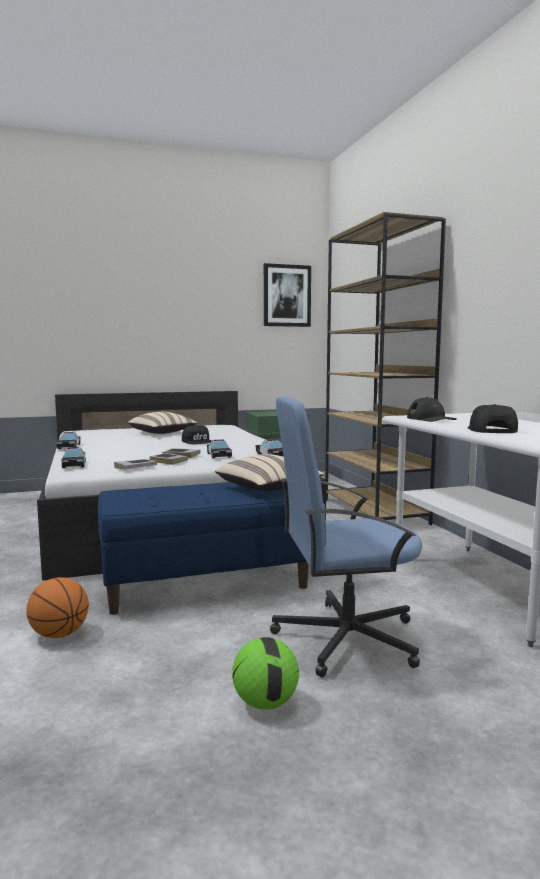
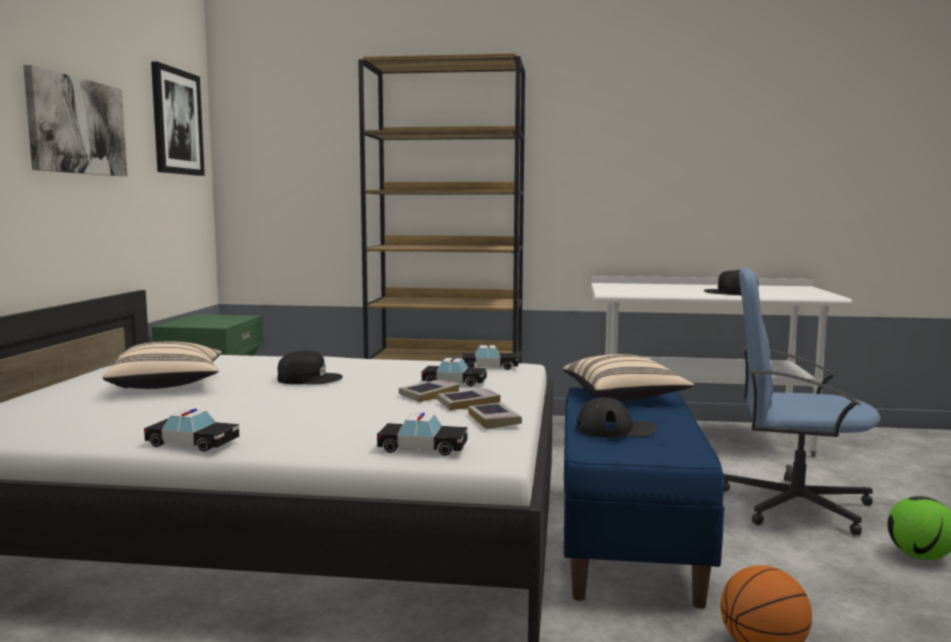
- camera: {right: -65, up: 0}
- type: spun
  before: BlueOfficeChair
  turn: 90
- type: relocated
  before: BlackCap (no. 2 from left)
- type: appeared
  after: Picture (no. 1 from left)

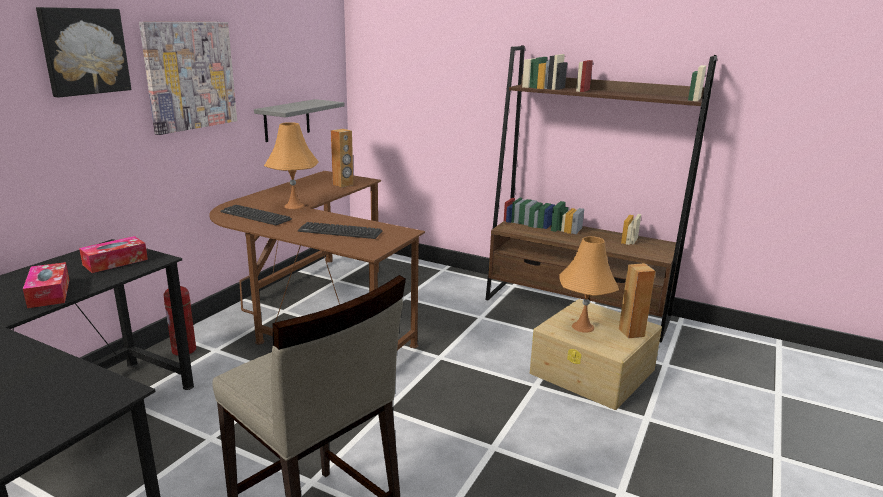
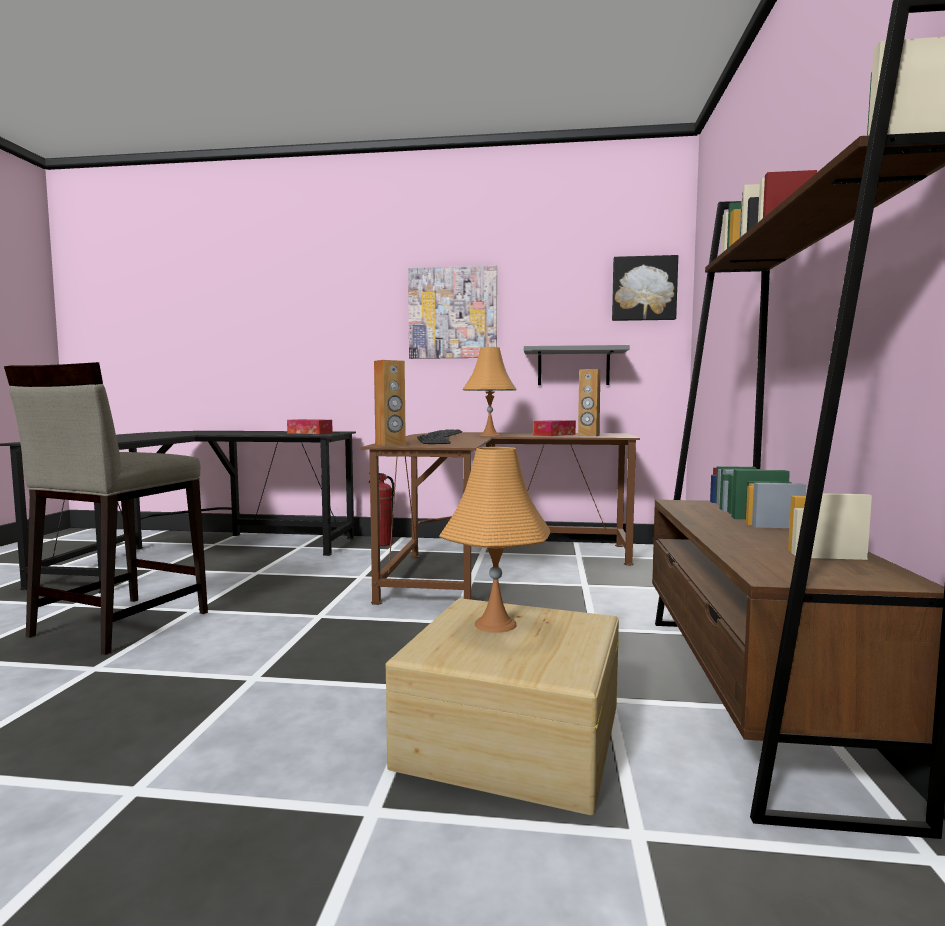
- camera: {right: 70, up: -15}
- type: relocated
  before: Picture (no. 1 from left in the first image)
  after: Picture (no. 2 from left)
- type: relocated
  before: TissueBox (no. 1 from left in the first image)
  after: TissueBox (no. 2 from left)
- type: relocated
  before: BrownSpeaker (no. 2 from left in the first image)
  after: BrownSpeaker (no. 1 from left)

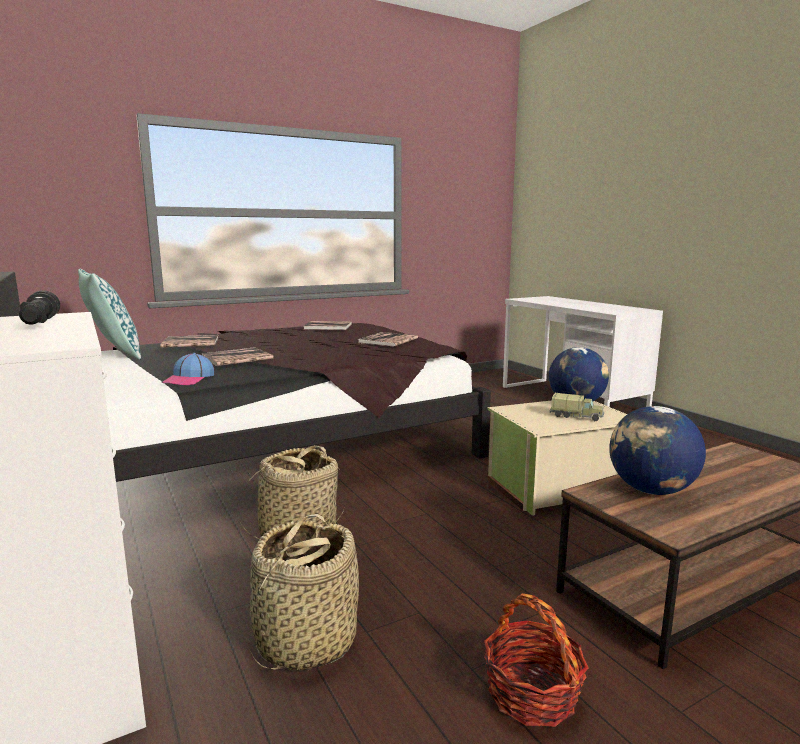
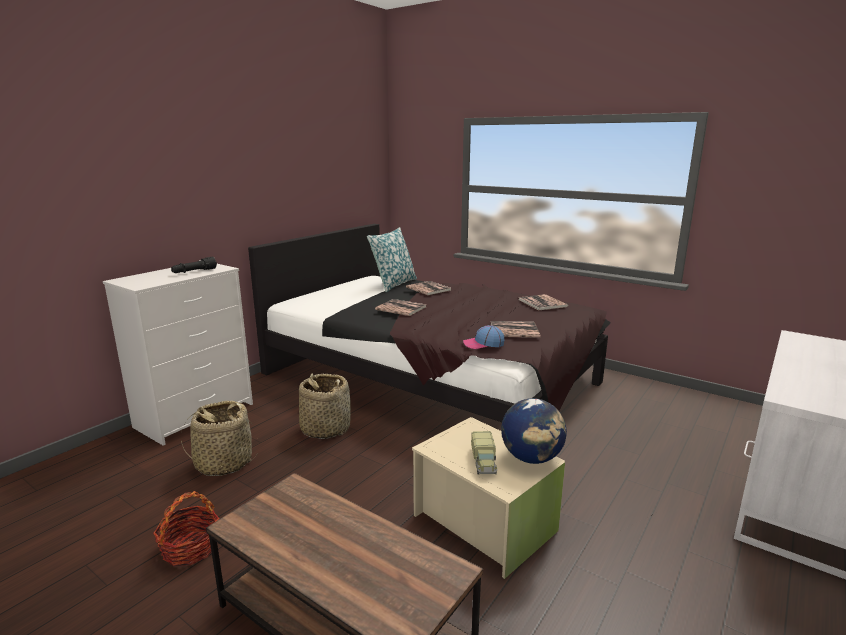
- camera: {right: 65, up: 5}
- type: relocated
  before: Cap
- type: missing
  before: Globe (no. 2 from left)

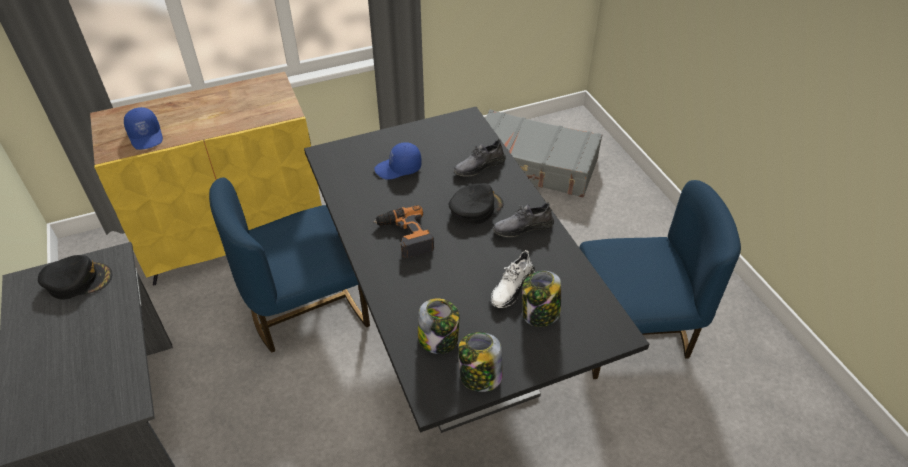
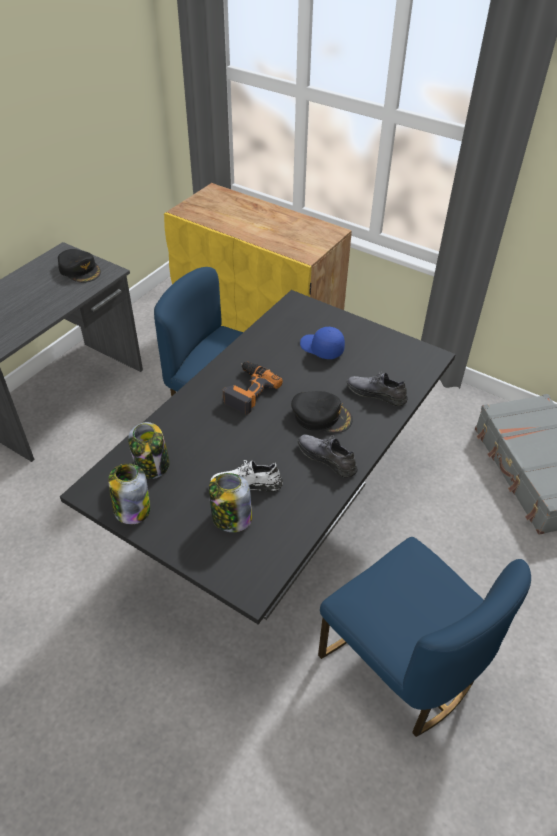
- camera: {right: 55, up: 0}
- type: missing
  before: BlueCap (no. 1 from left)

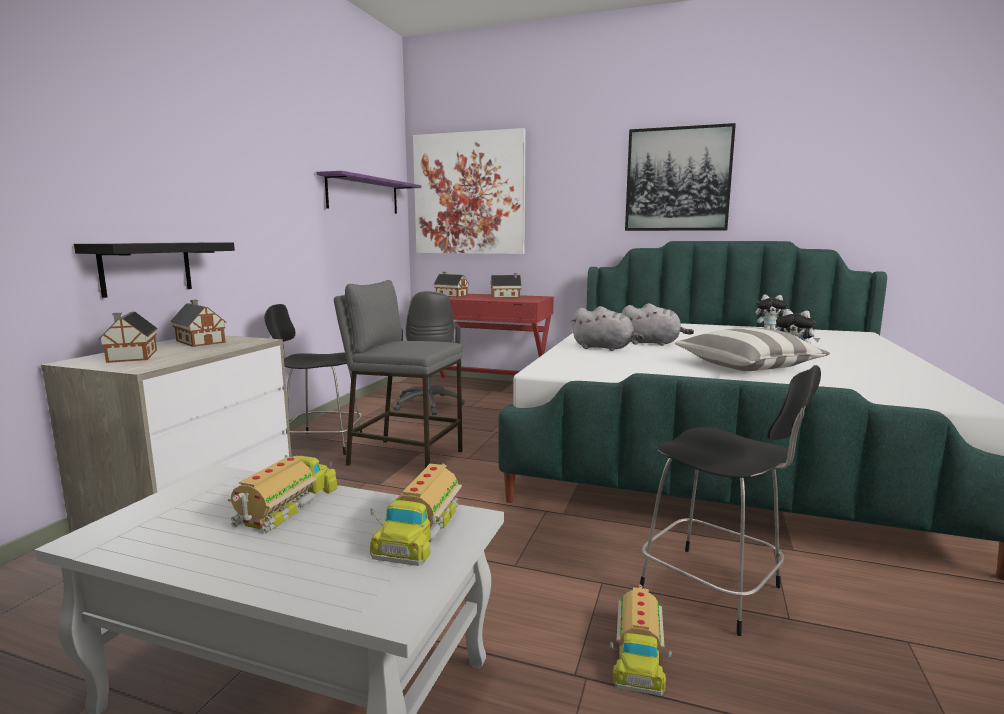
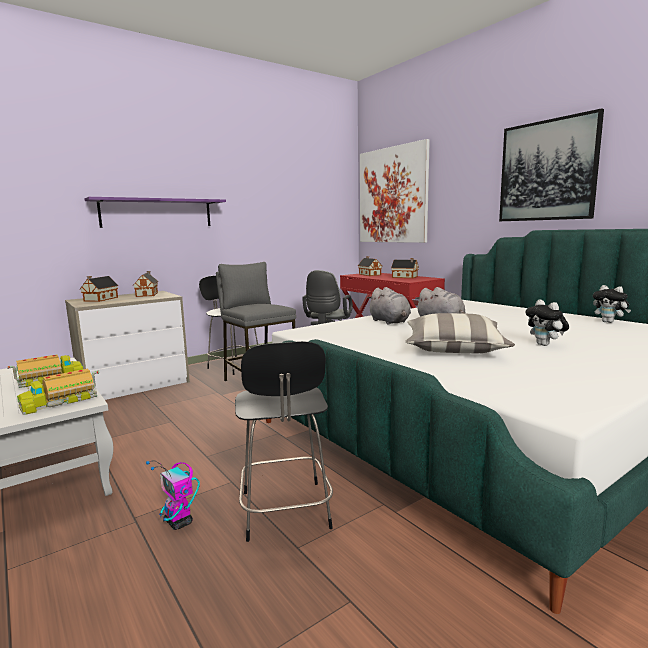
- camera: {right: 35, up: 0}
- type: relocated
  before: PurpleShelf
- type: missing
  before: BlackShelf
- type: exchanged
  before: ToyTruck (no. 3 from left)
  after: ToyRobot

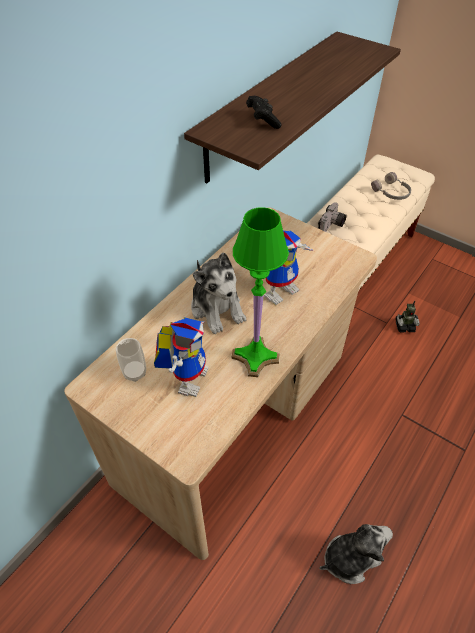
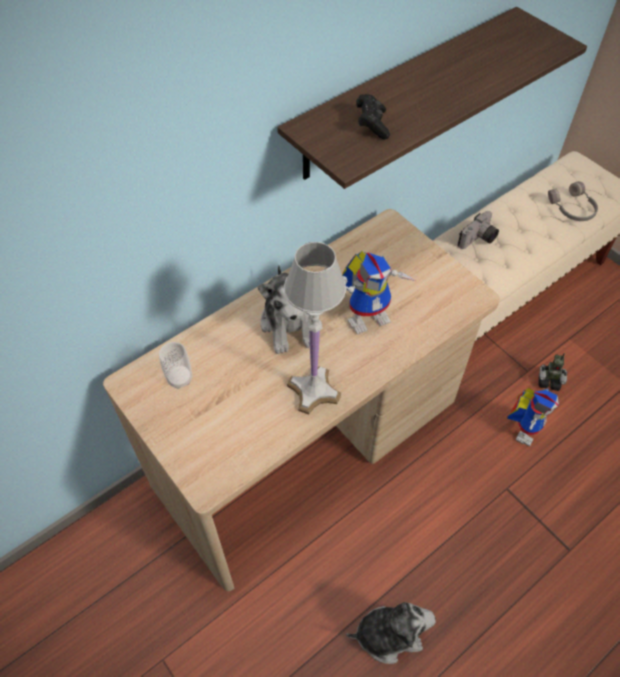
- camera: {right: 15, up: 5}
- type: colour
  before: GreenTableLamp
  after: WhiteTableLamp
- type: relocated
  before: ToyRobot (no. 1 from left in the first image)
  after: ToyRobot (no. 2 from left)

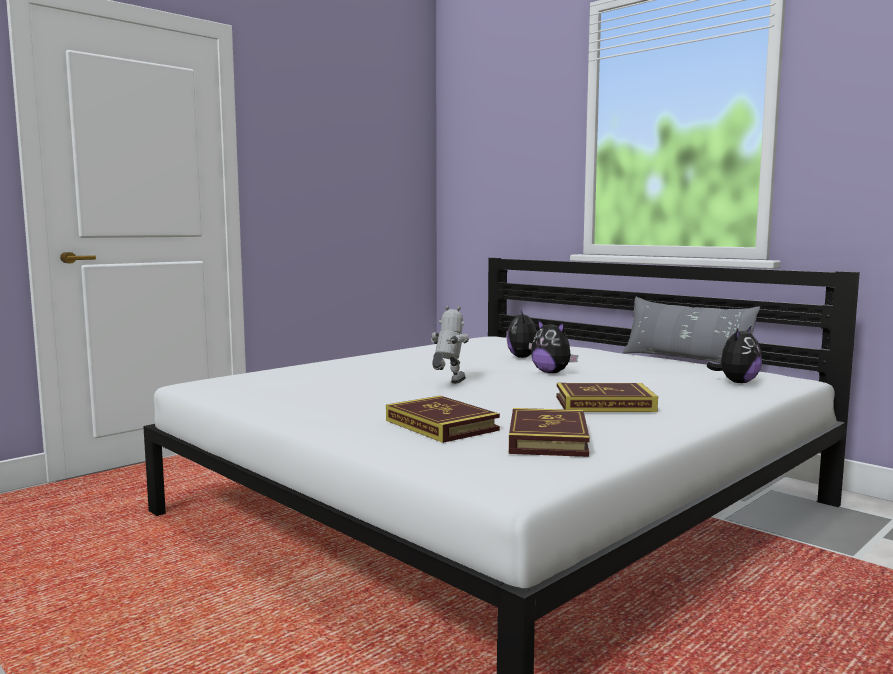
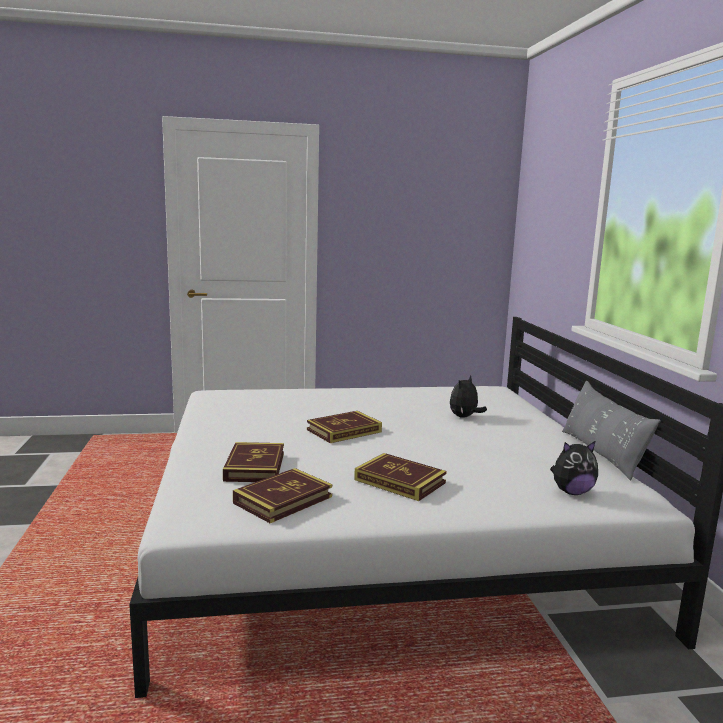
- camera: {right: 35, up: 5}
- type: exchanged
  before: ToyRobot
  after: Book (no. 3 from left)
- type: missing
  before: PlushToy (no. 2 from left)

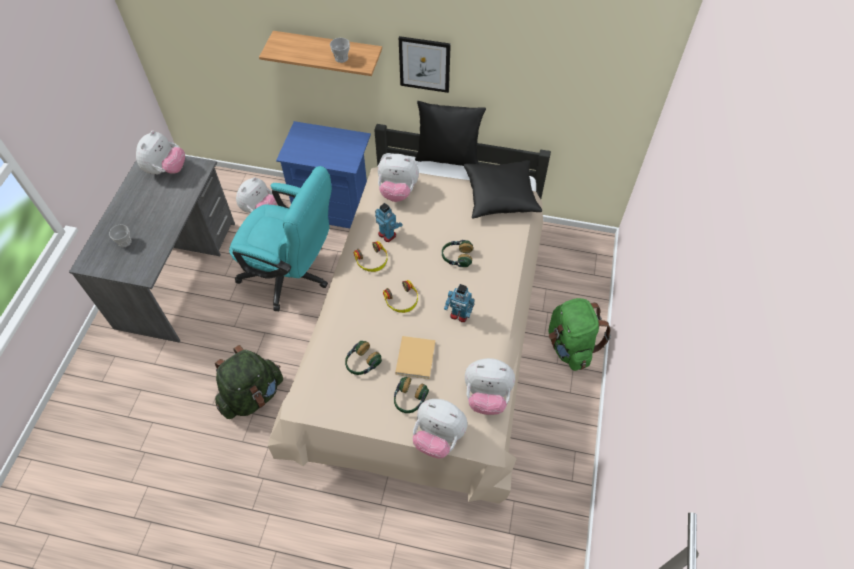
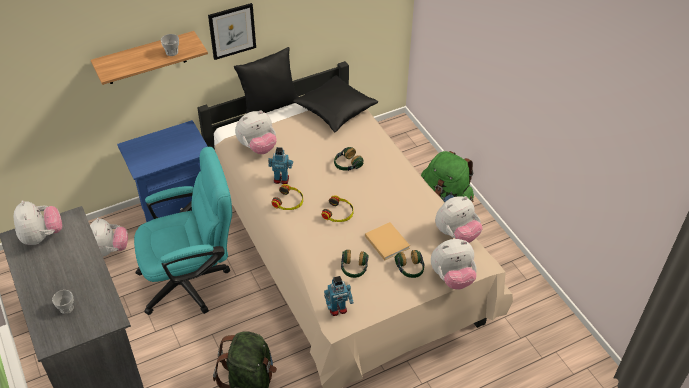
- camera: {right: -40, up: -10}
- type: relocated
  before: ToyRobot (no. 2 from left)

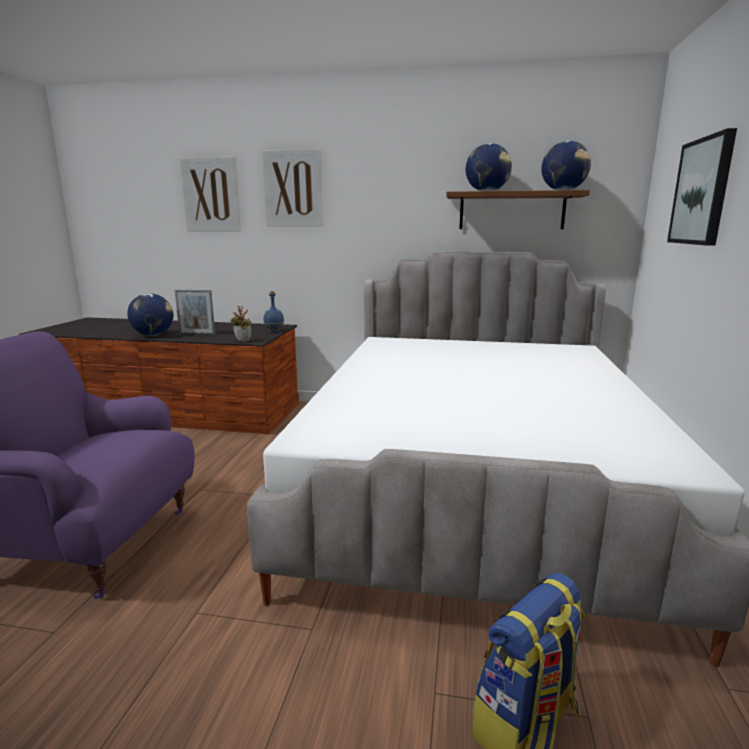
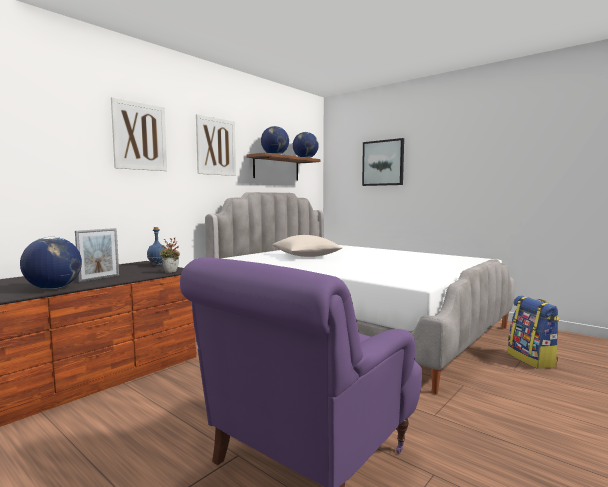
- camera: {right: -60, up: -10}
- type: relocated
  before: Picture (no. 1 from left in the first image)
  after: Picture (no. 2 from left)
- type: appeared
  after: BeigePillow

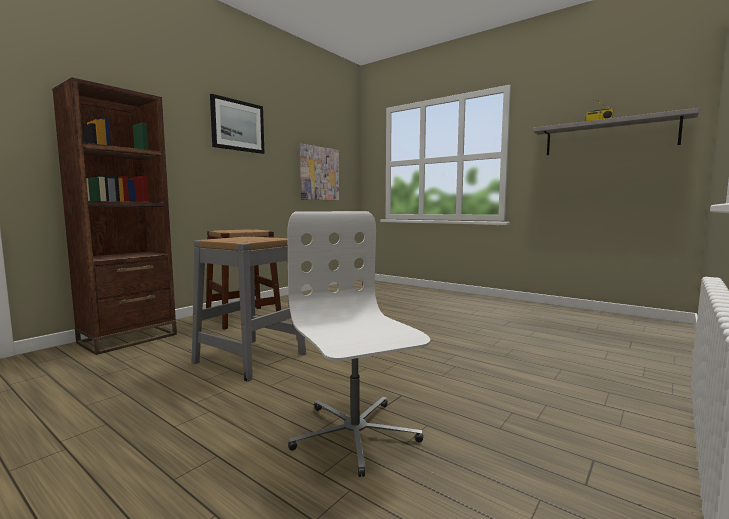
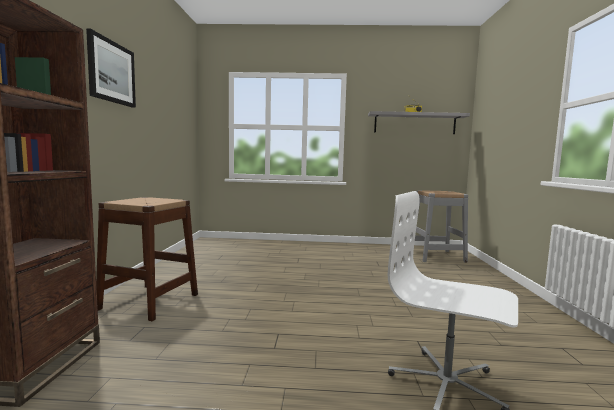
- camera: {right: -35, up: 0}
- type: missing
  before: Picture (no. 2 from left)
- type: relocated
  before: GreyStool

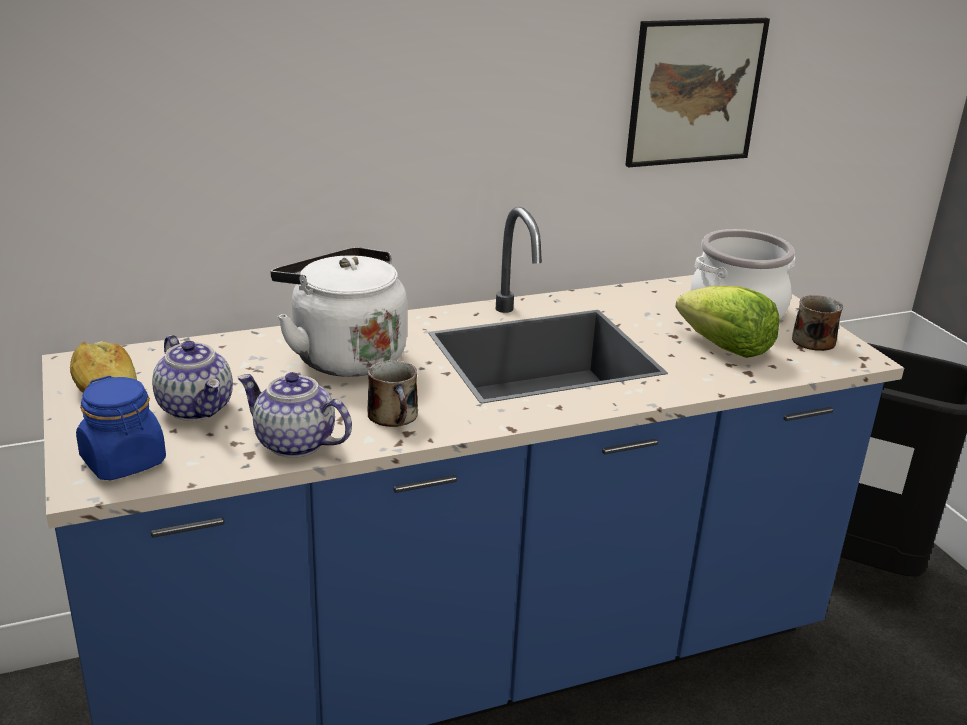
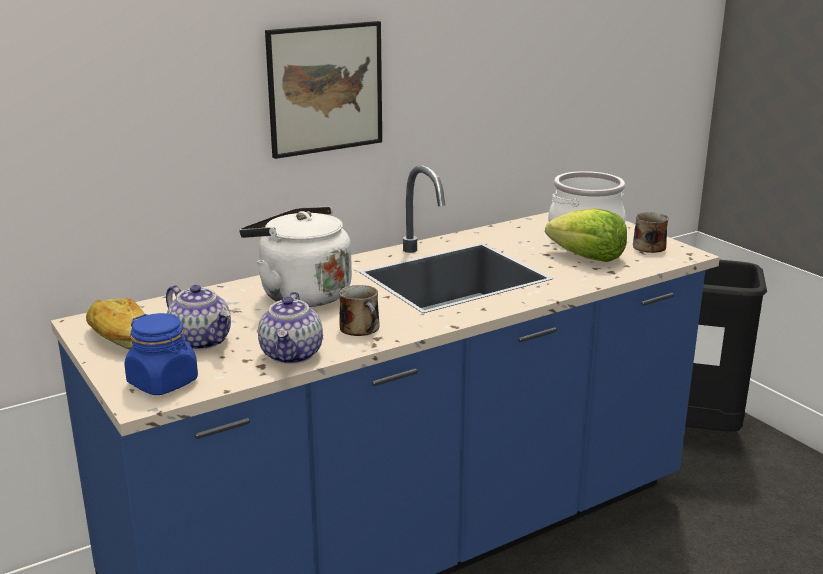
- camera: {right: -10, up: -5}
- type: relocated
  before: Picture
- type: spun
  before: Teapot (no. 2 from left)
  turn: -105

